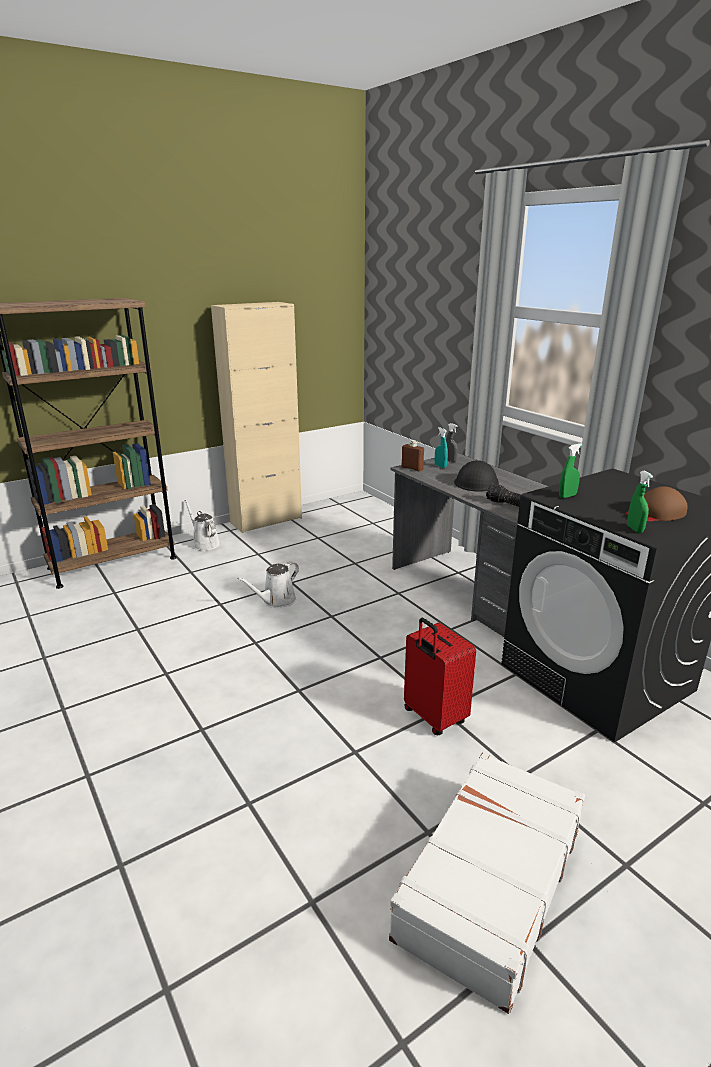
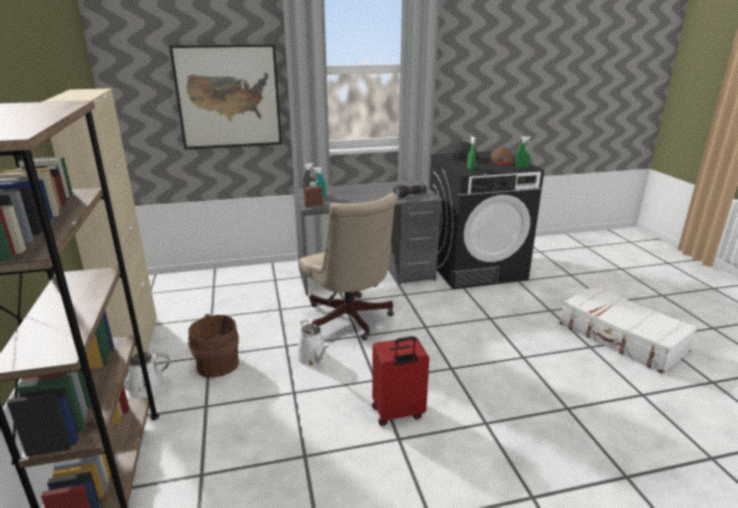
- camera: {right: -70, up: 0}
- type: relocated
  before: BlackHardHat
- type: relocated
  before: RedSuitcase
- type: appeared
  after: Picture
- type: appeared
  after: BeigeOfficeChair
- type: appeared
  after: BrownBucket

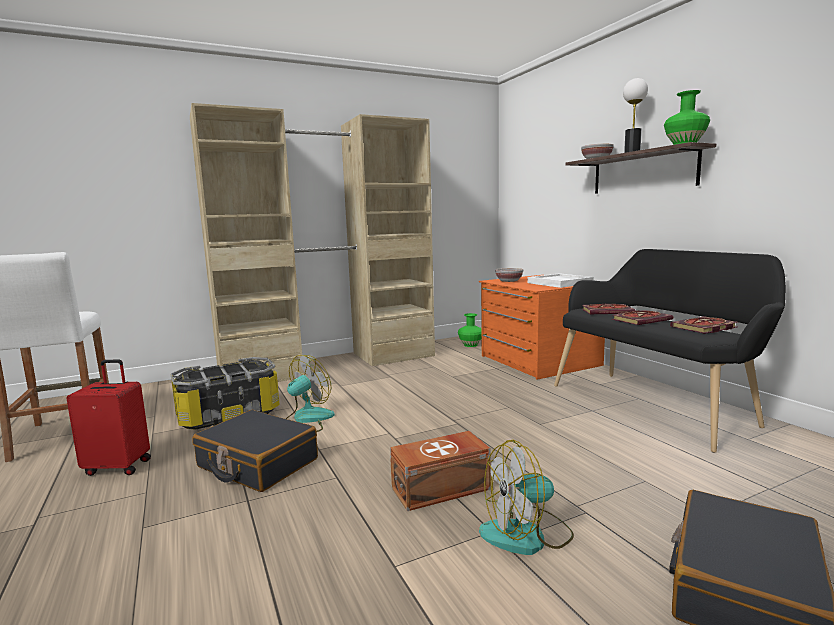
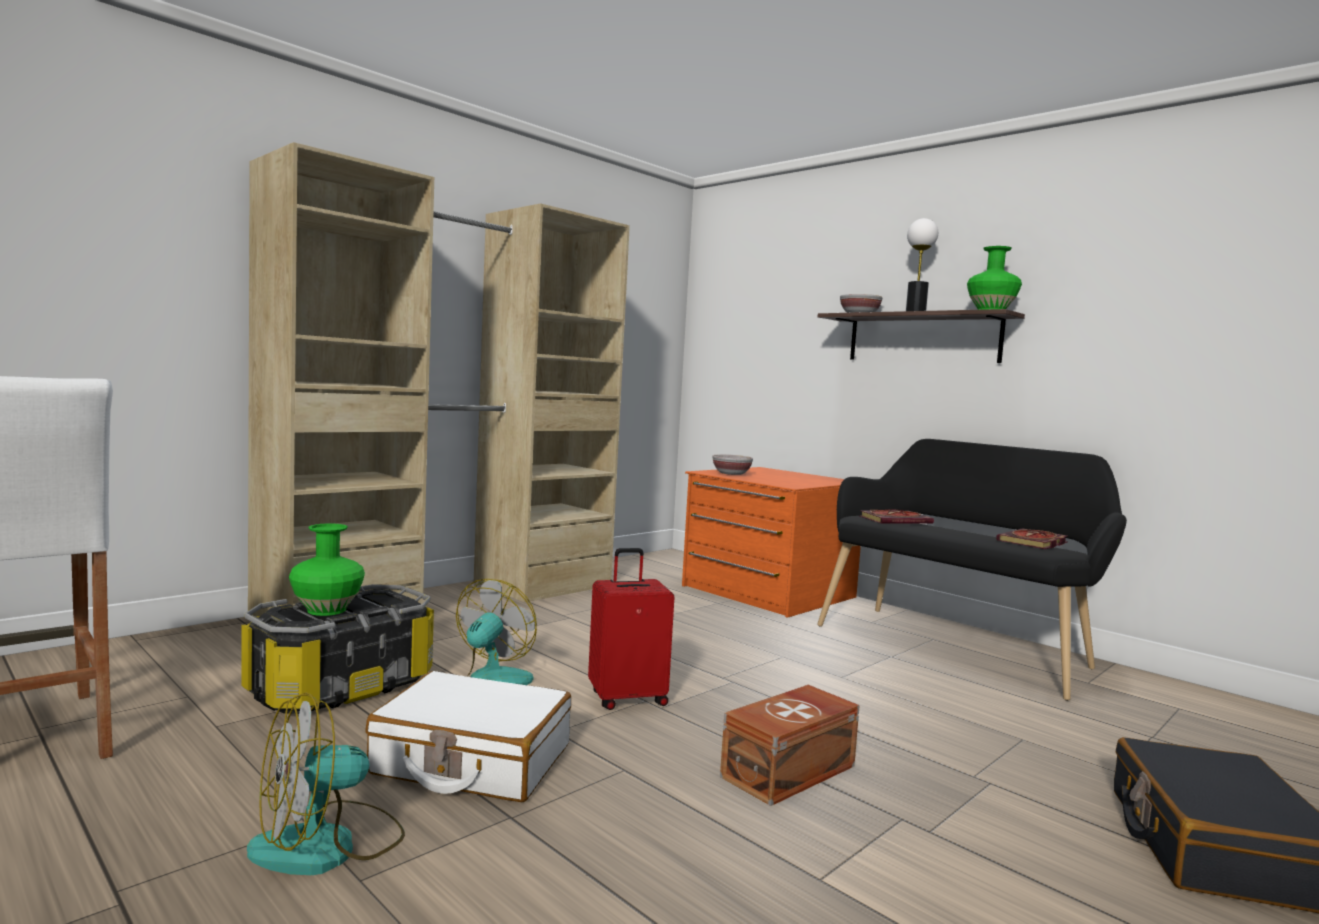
- camera: {right: -20, up: -5}
- type: missing
  before: WhiteTray
- type: missing
  before: Book (no. 2 from left)
- type: relocated
  before: GreenVase (no. 1 from left)
- type: relocated
  before: RedSuitcase
- type: colour
  before: BlackSuitcase (no. 1 from left)
  after: WhiteSuitcase
- type: relocated
  before: Fan (no. 2 from left in the first image)
  after: Fan (no. 1 from left)

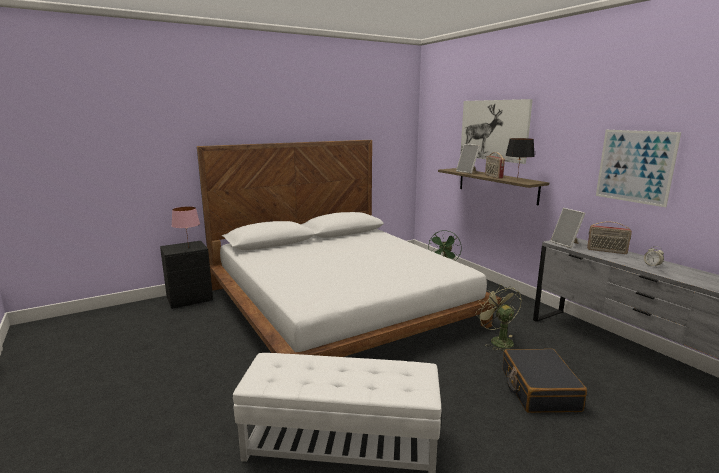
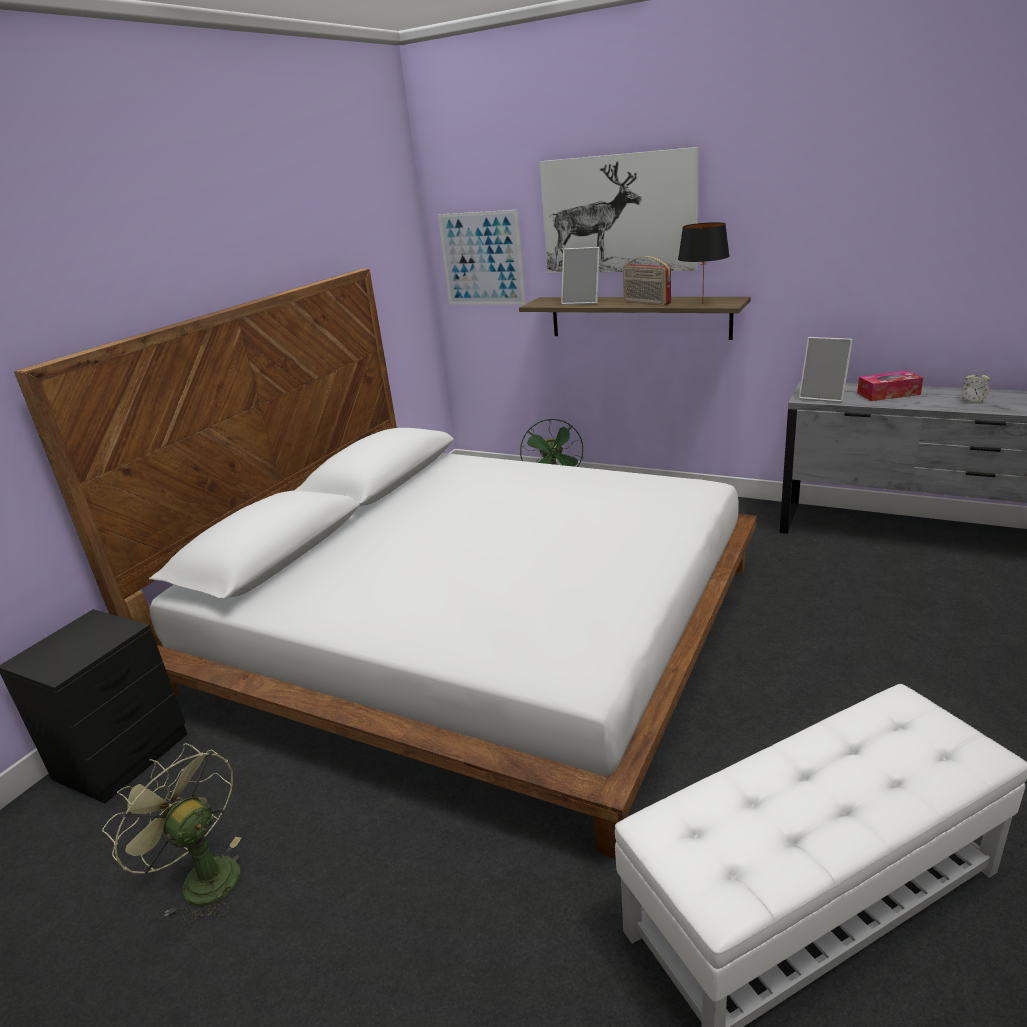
- camera: {right: -30, up: 10}
- type: relocated
  before: Picture (no. 2 from left in the first image)
  after: Picture (no. 1 from left)
- type: missing
  before: PinkTableLamp
- type: exchanged
  before: Radio (no. 2 from left)
  after: TissueBox
- type: relocated
  before: GreenFan (no. 2 from left in the first image)
  after: GreenFan (no. 1 from left)
- type: missing
  before: BlackSuitcase

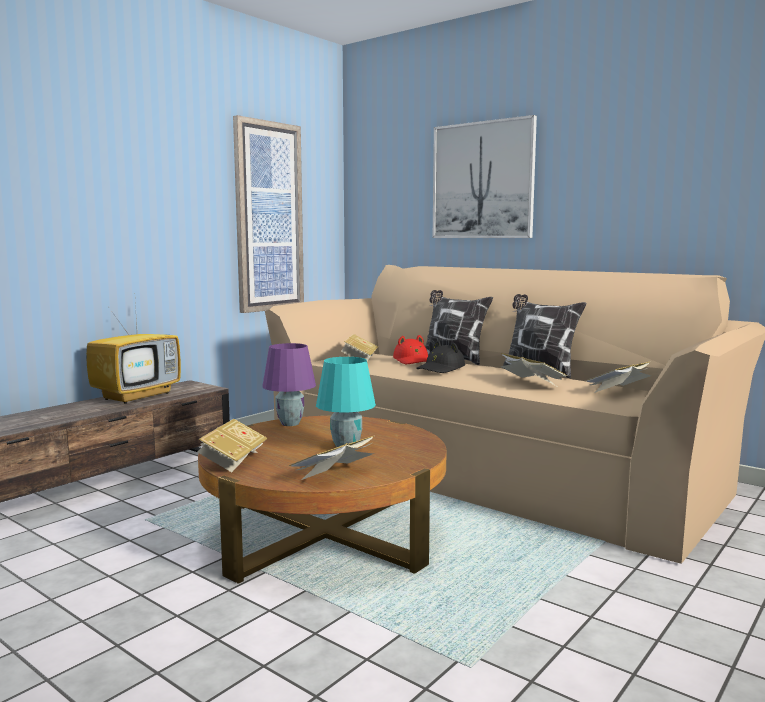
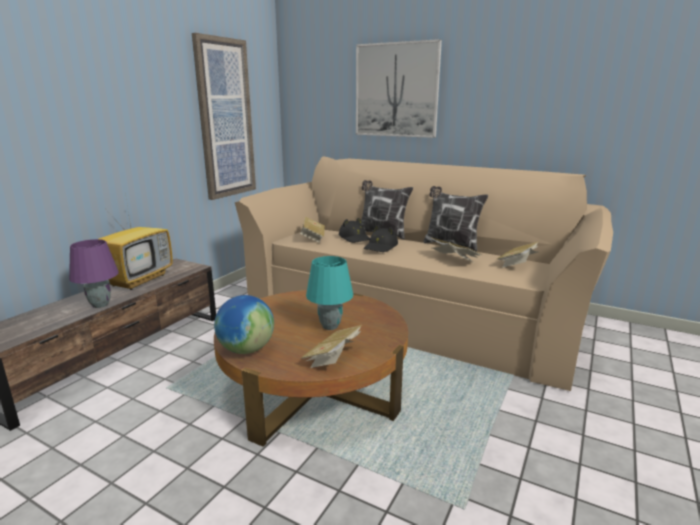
- camera: {right: -10, up: 10}
- type: colour
  before: RedHat
  after: BlackHat (no. 1 from left)
- type: relocated
  before: PurpleTableLamp
- type: exchanged
  before: Book (no. 1 from left)
  after: Globe

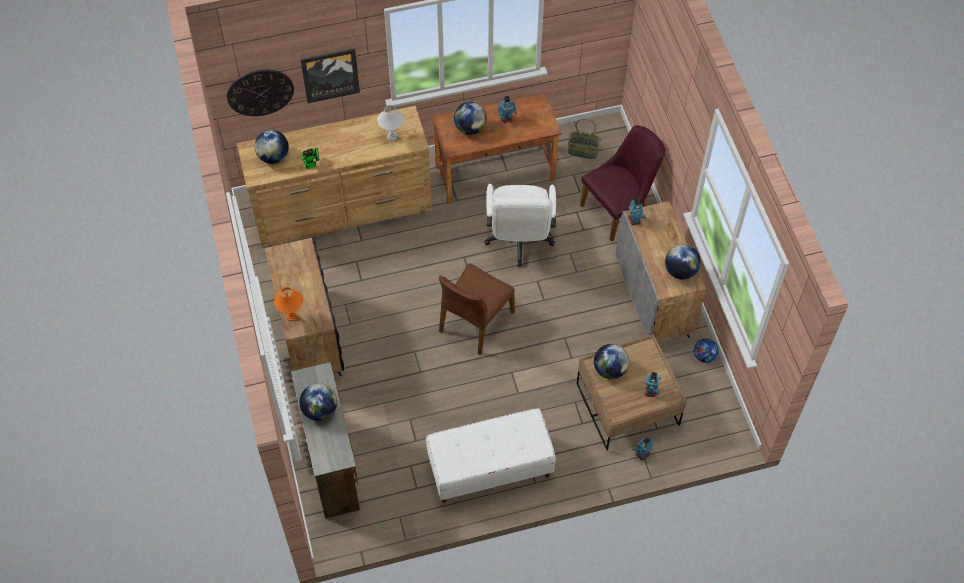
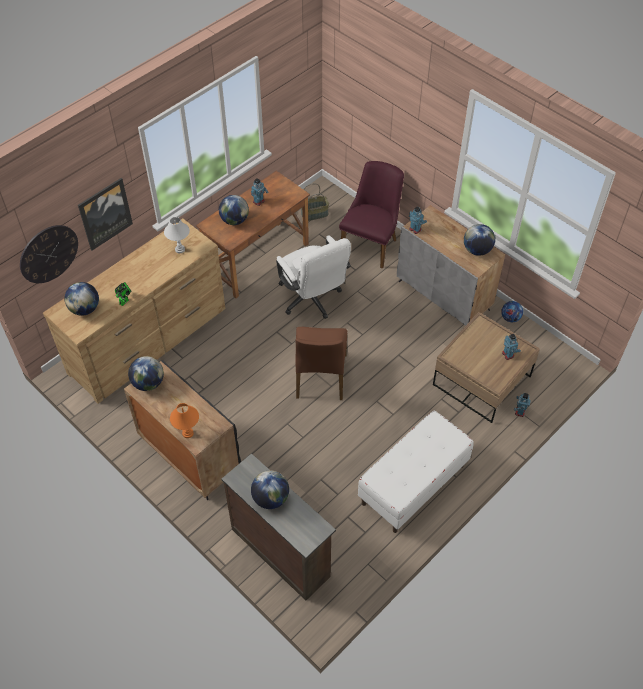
- camera: {right: -30, up: -5}
- type: relocated
  before: Globe (no. 4 from left in the first image)
  after: Globe (no. 2 from left)

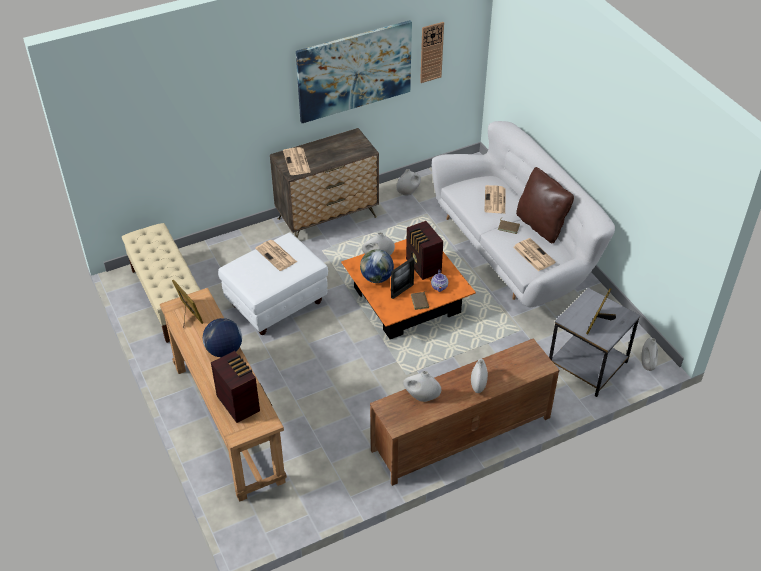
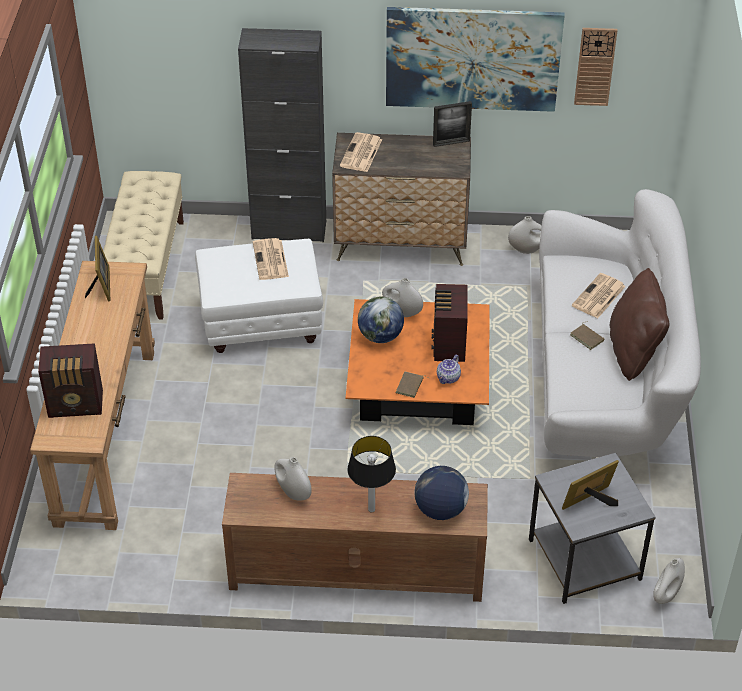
- camera: {right: 30, up: 0}
- type: missing
  before: Newspaper (no. 4 from left)
- type: relocated
  before: PictureFrame (no. 2 from left)
- type: relocated
  before: Globe (no. 1 from left in the first image)
  after: Globe (no. 2 from left)
- type: spun
  before: Radio (no. 1 from left)
  turn: 90
- type: exchanged
  before: WhiteVase (no. 4 from left)
  after: TableLamp
- type: appeared
  after: BlackCabinet

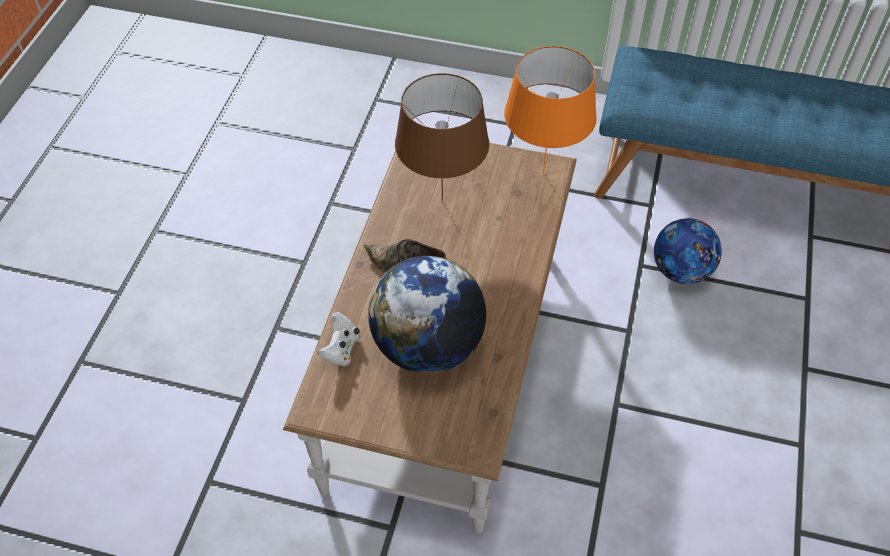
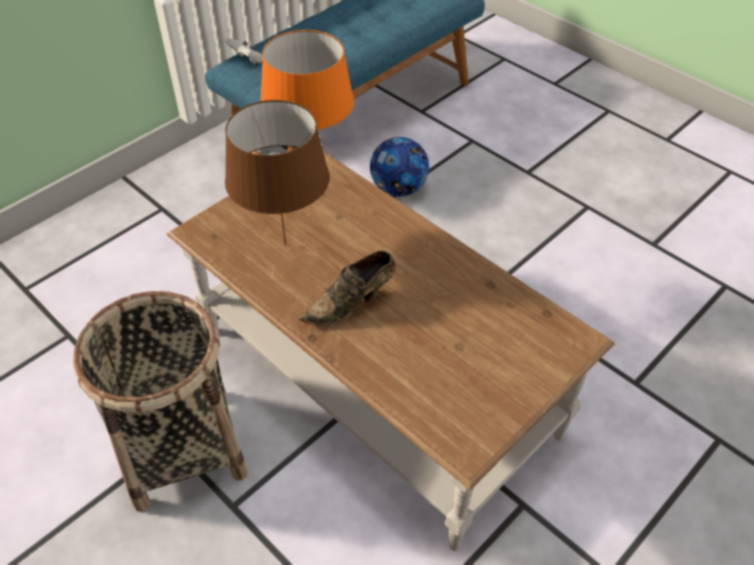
- camera: {right: -60, up: -5}
- type: missing
  before: Globe
- type: relocated
  before: WhiteGameController
- type: appeared
  after: Basket

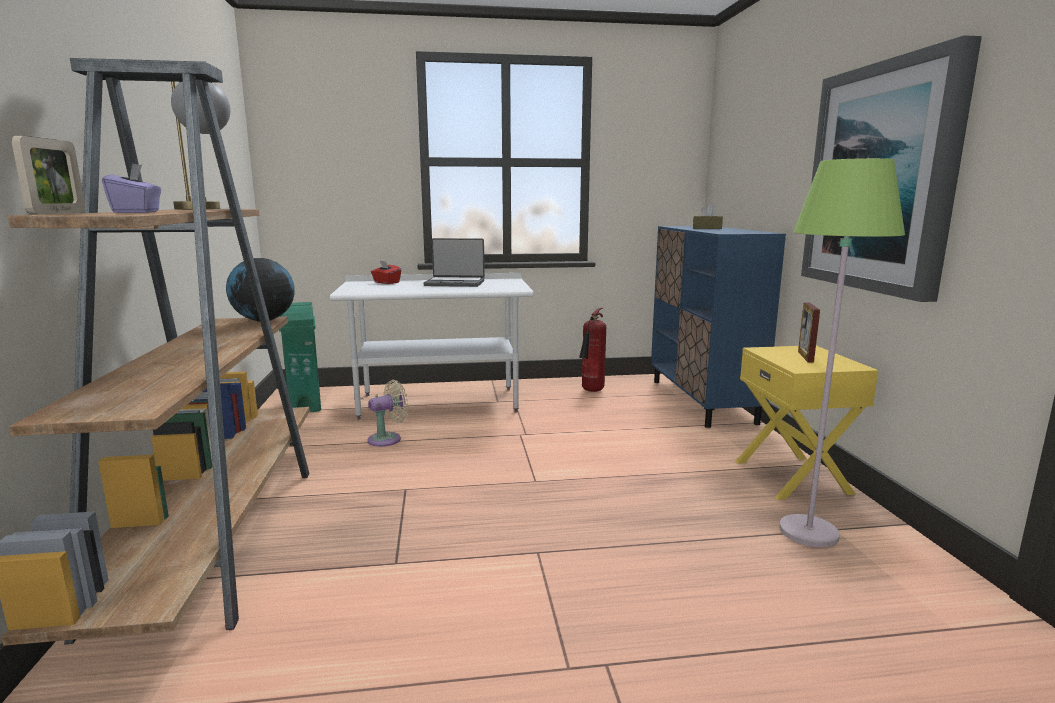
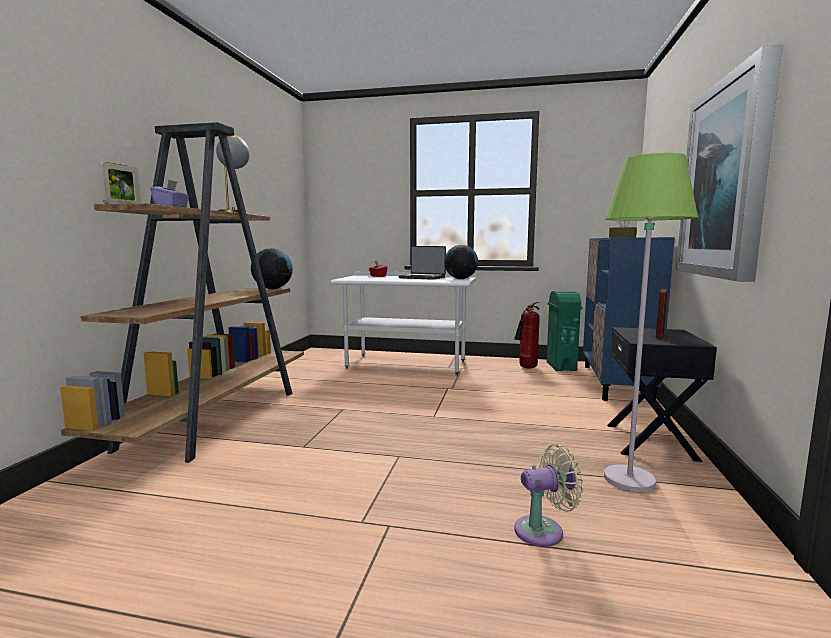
- camera: {right: 20, up: -5}
- type: relocated
  before: GreenTrashCan
- type: colour
  before: YellowNightstand
  after: BlackNightstand
- type: relocated
  before: BeigeFan
- type: appeared
  after: Globe (no. 2 from left)

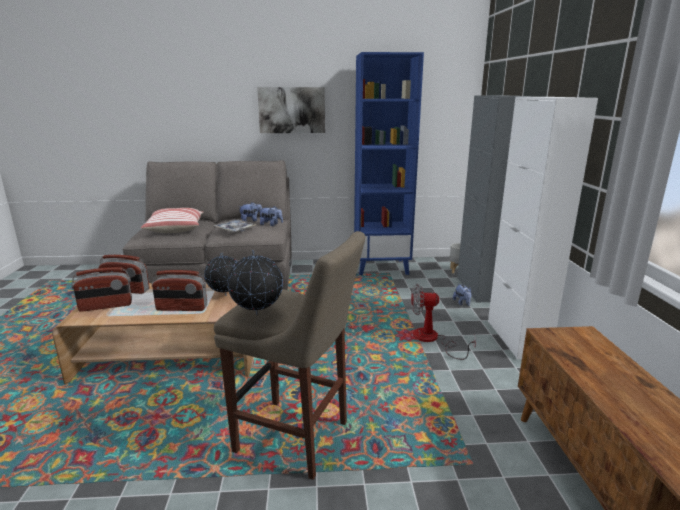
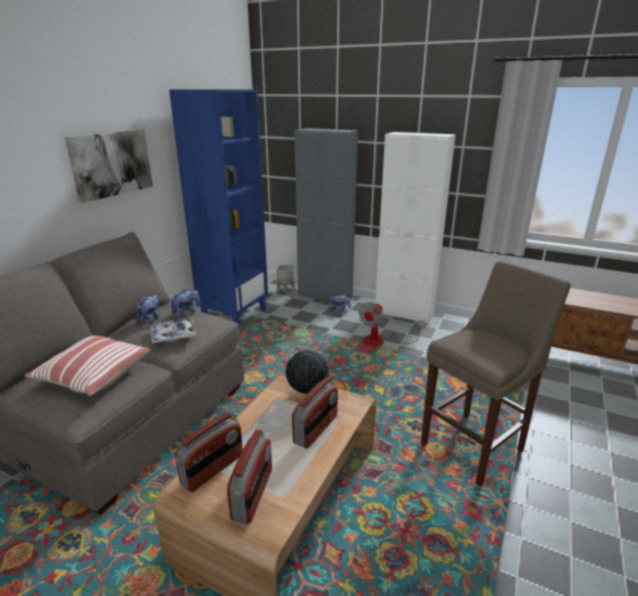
- camera: {right: -60, up: 5}
- type: missing
  before: Globe (no. 2 from left)

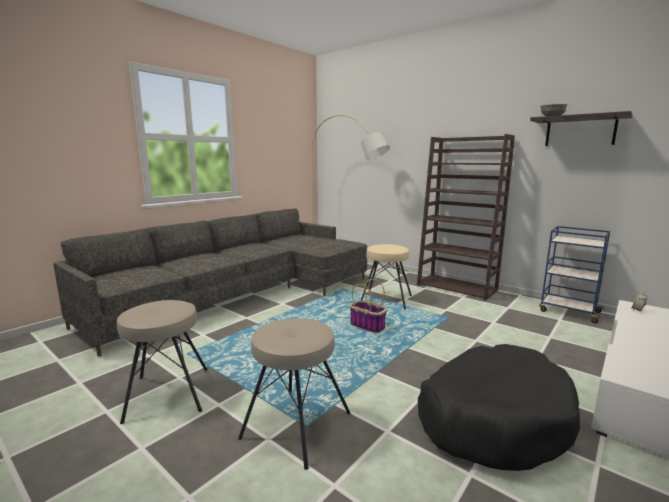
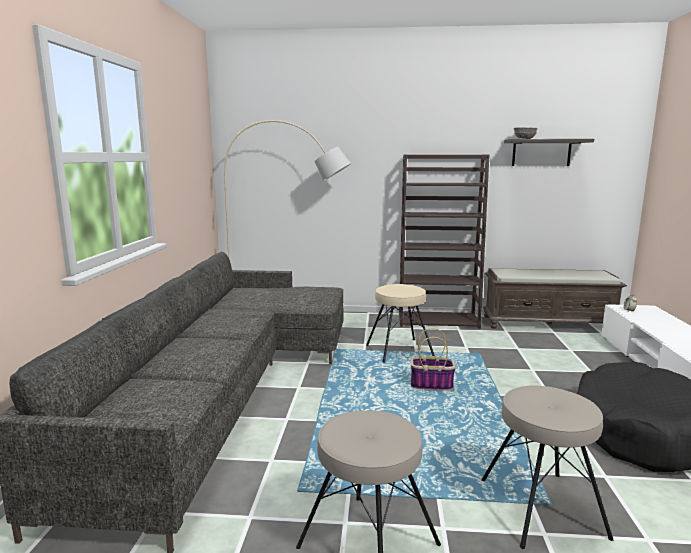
- camera: {right: -35, up: 0}
- type: exchanged
  before: BlueCart
  after: BrownBench

